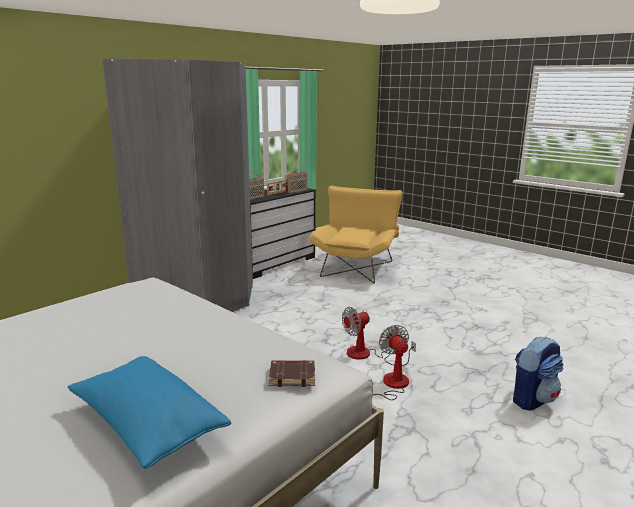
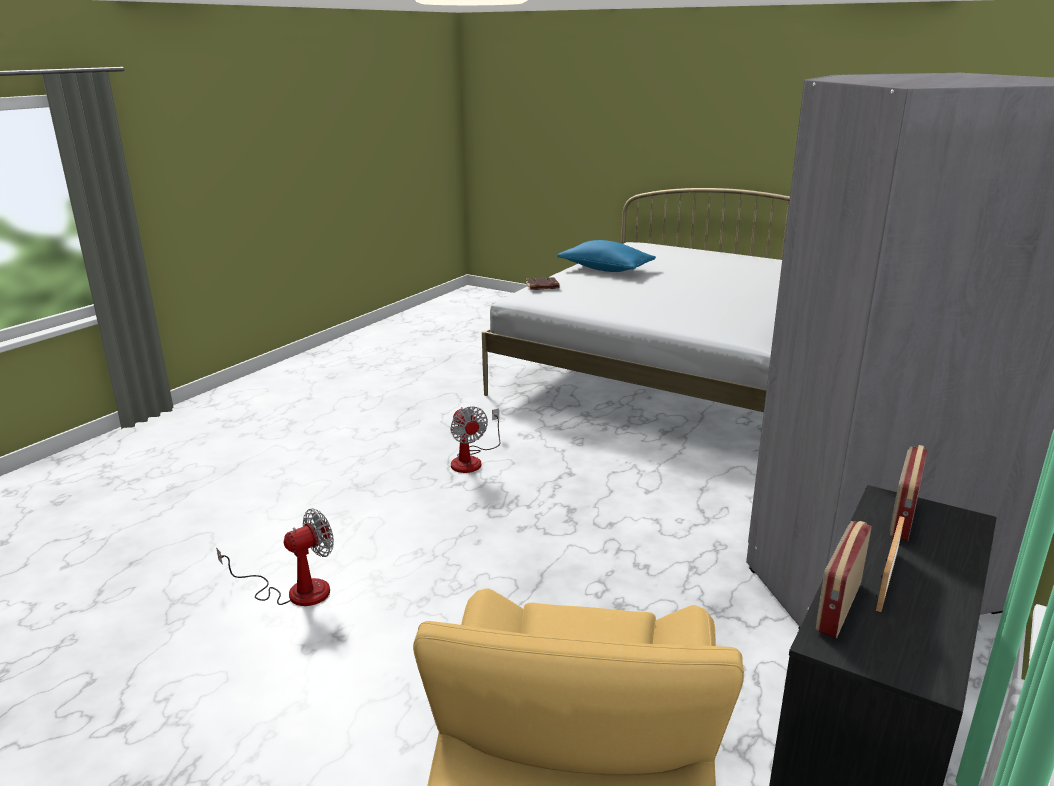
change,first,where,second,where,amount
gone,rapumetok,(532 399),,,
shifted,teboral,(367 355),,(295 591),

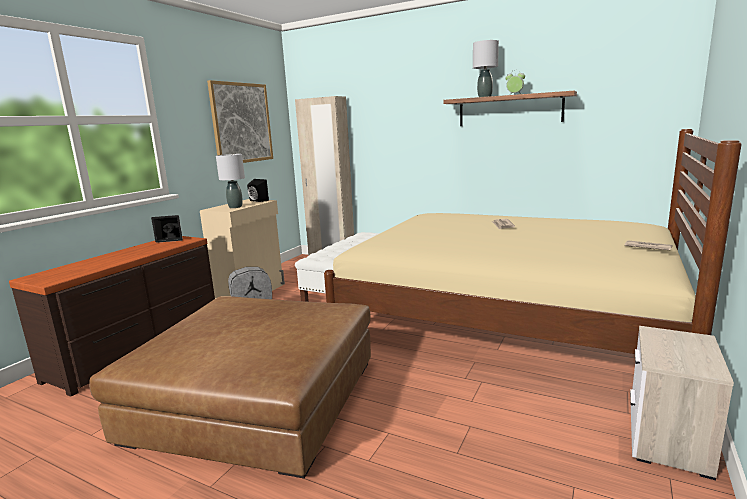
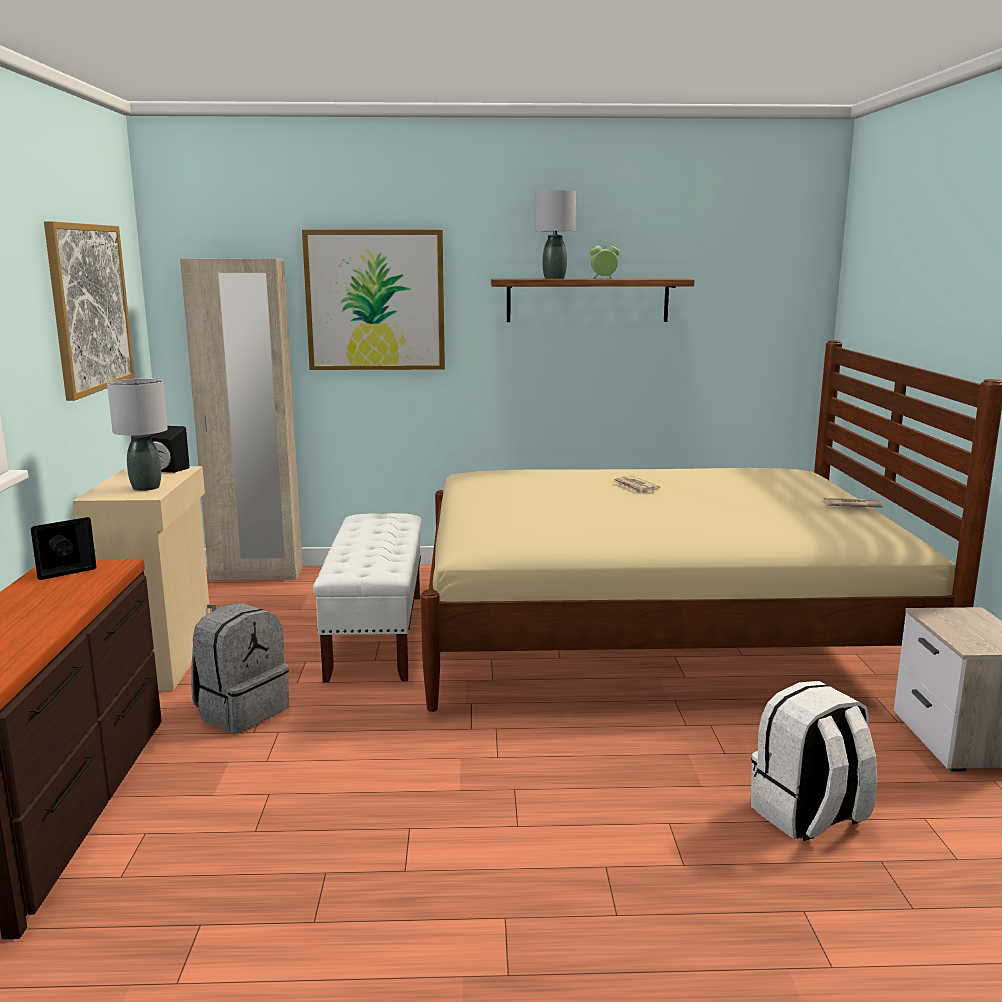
change,first,where,second,where,amount
gone,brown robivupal,(256 400),,,
new,,,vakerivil,(375 300),
new,,,white rapumetok,(808 816),

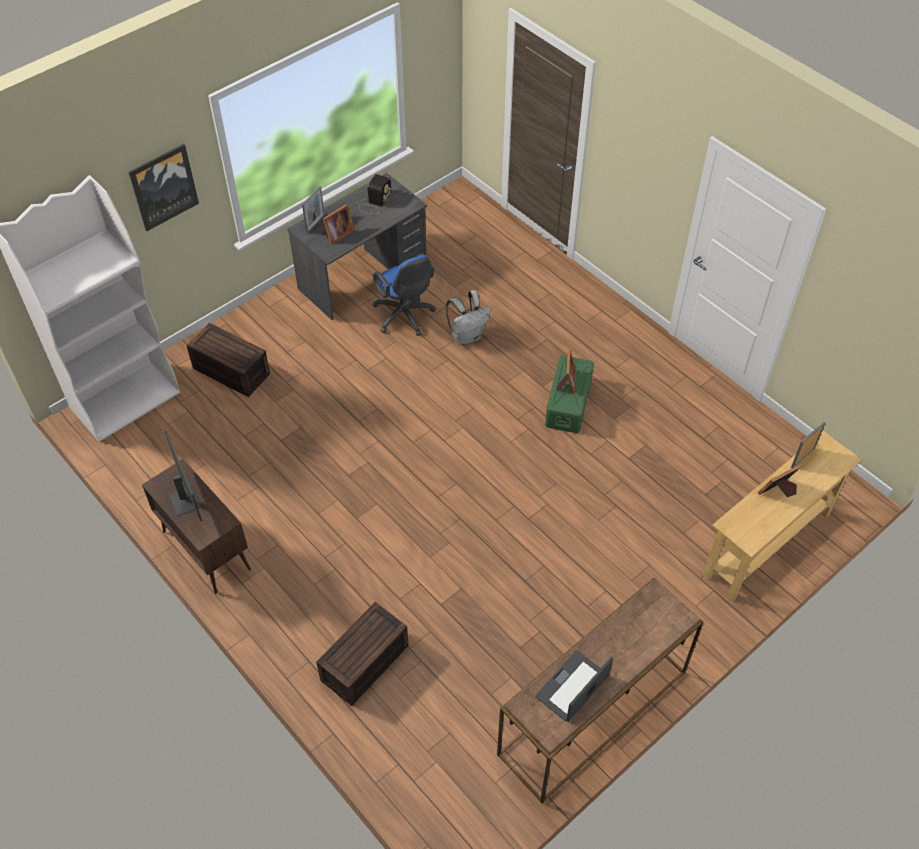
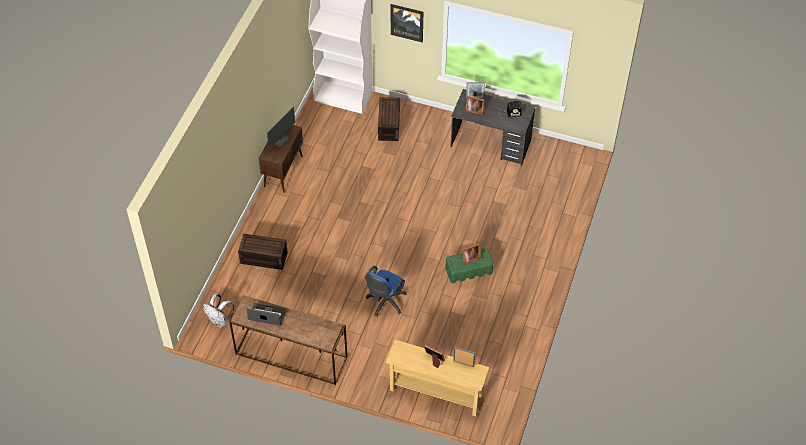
change,first,where,second,where,amount
shifted,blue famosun,(405 317),,(385 302),
shifted,white rapumetok,(467 336),,(220 320),

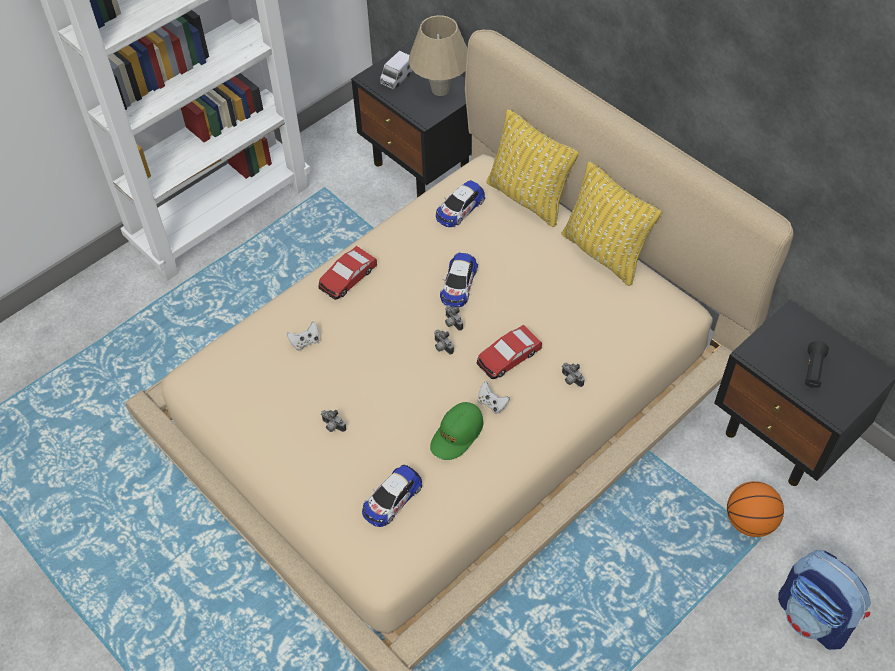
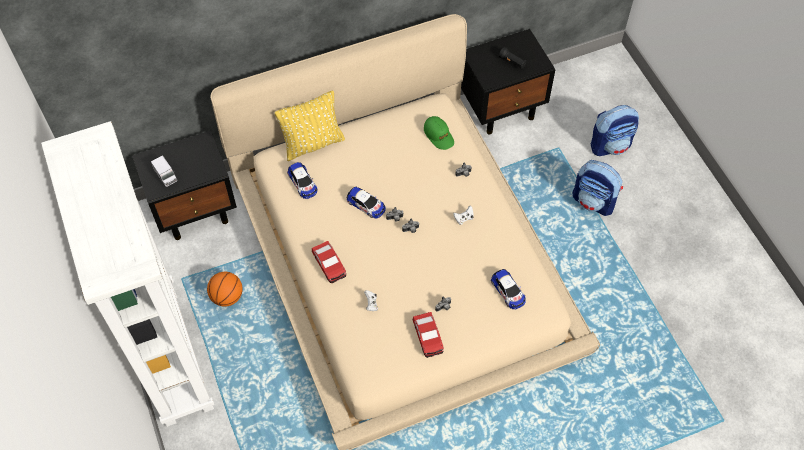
change,first,where,second,where,amount
gone,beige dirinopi,(440 90),,,
gone,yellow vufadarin,(604 253),,,
new,,,rapumetok,(594 201),
shifted,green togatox,(457 434),,(439 135),
shifted,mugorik,(508 357),,(428 337),
shifted,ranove,(749 521),,(227 297),

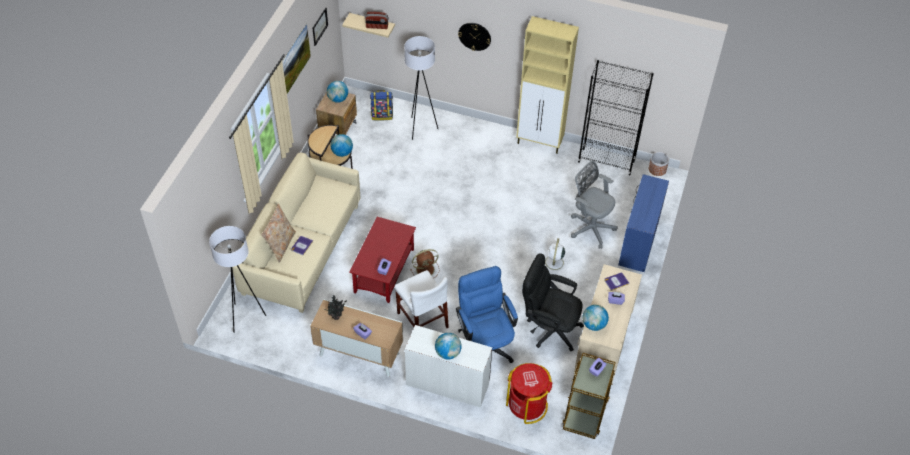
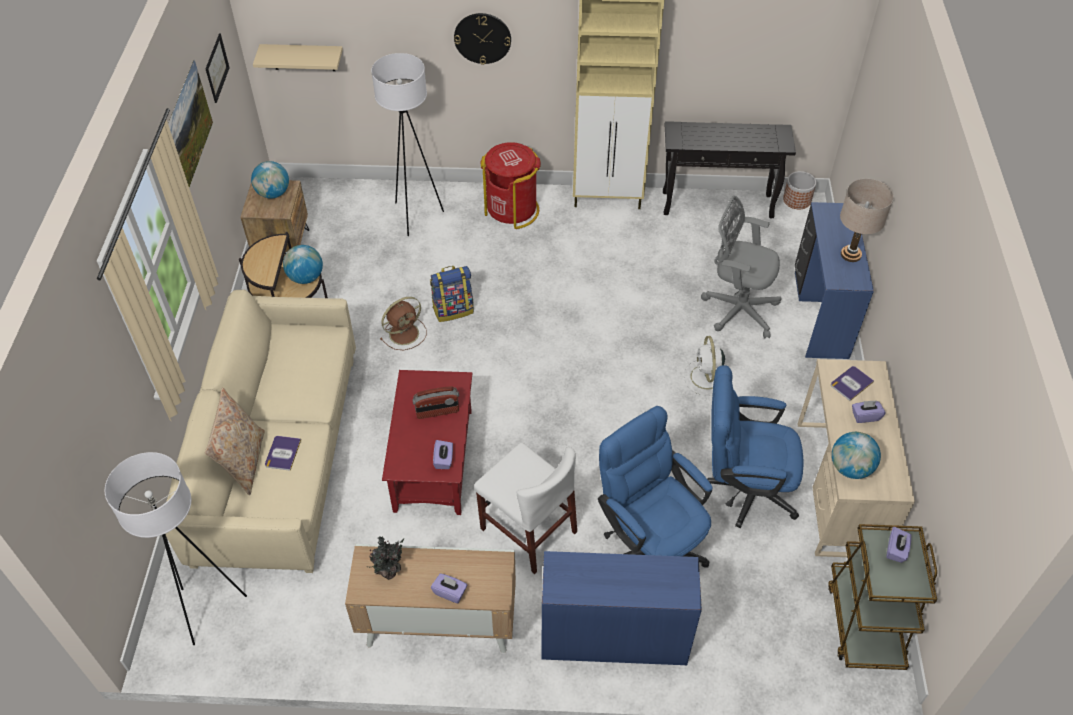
change,first,where,second,where,amount
gone,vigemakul,(448 353),,,
new,,,beige dirinopi,(851 254),
shifted,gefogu,(377 27),,(437 411),
shifted,rapumetok,(382 115),,(453 310),
shifted,brown teboral,(426 269),,(405 333),
shifted,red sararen,(527 405),,(512 210),
swapped,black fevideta,(606 161),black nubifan,(718 204),
repainted,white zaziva,(447 383),blue zaziva,(613 636),
repainted,black famosun,(549 328),blue famosun,(742 488),

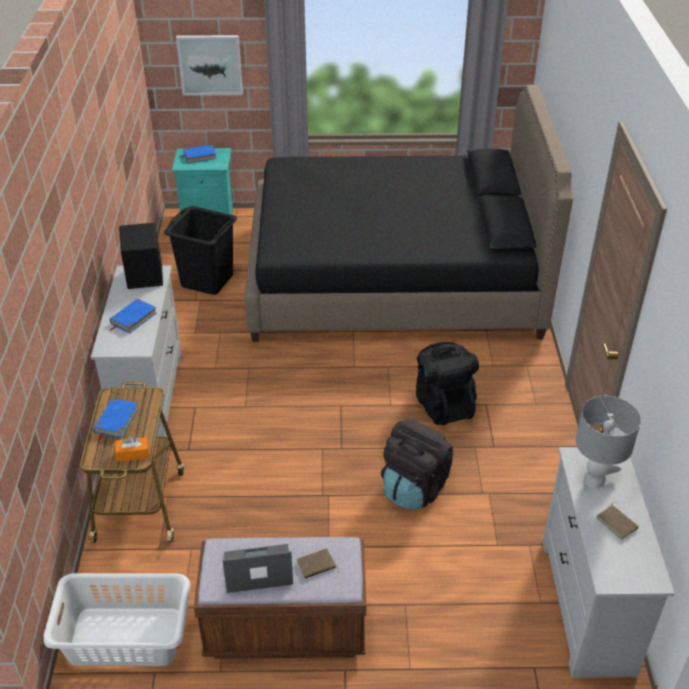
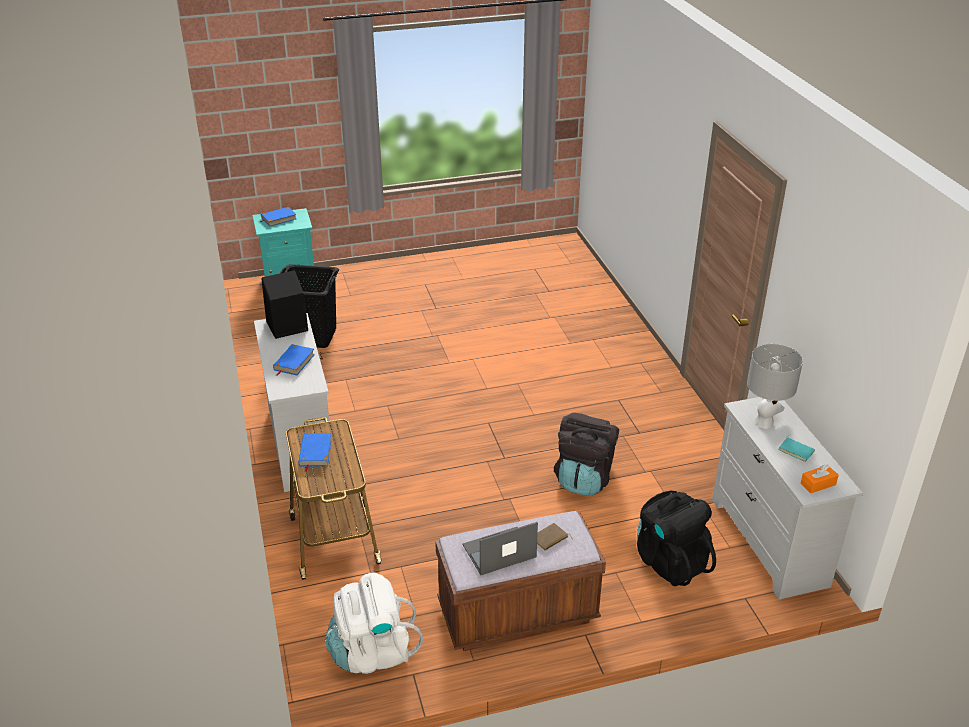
change,first,where,second,where,amount
gone,vakerivil,(210 64),,,
gone,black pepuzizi,(393 278),,,
shifted,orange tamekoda,(133 454),,(818 484),
shifted,black rapumetok,(443 404),,(670 561),
swapped,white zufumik,(126 637),white rapumetok,(372 652),
repainted,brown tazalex,(617 523),turquoise tazalex,(796 450),

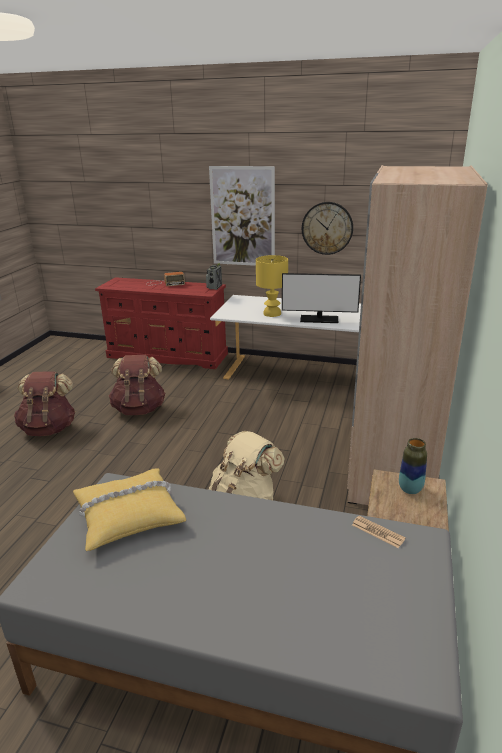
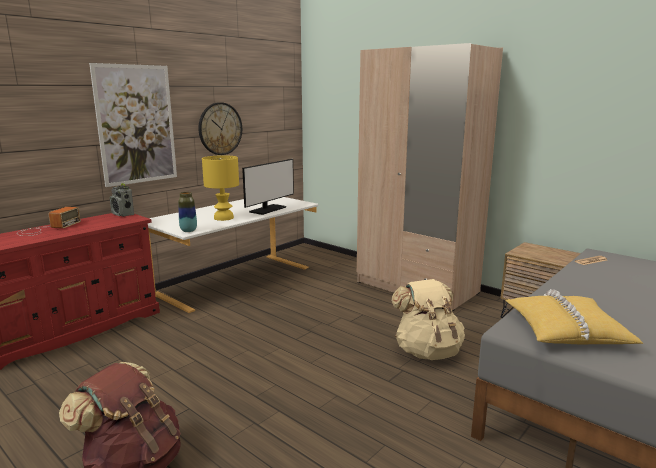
change,first,where,second,where,amount
gone,brown rapumetok,(139 409),,,
shifted,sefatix,(410 489),,(188 231),

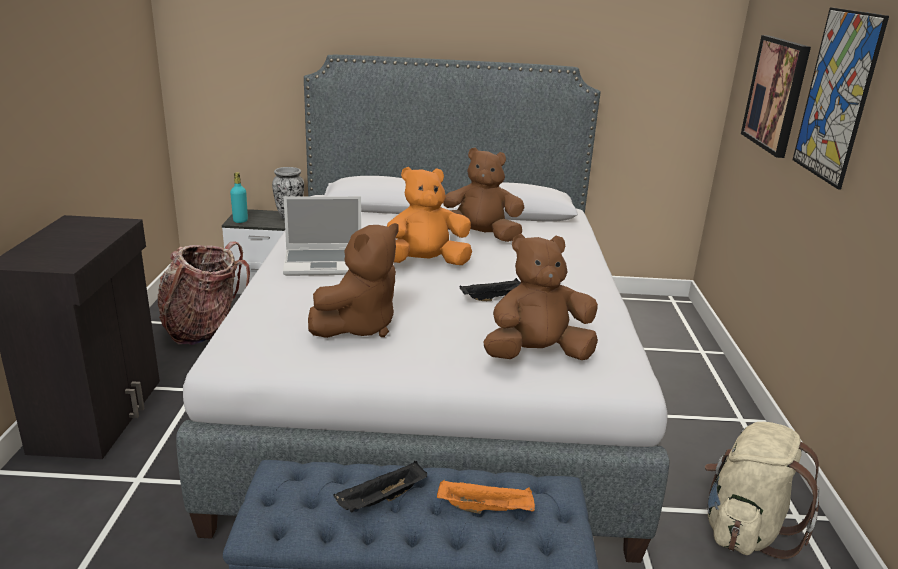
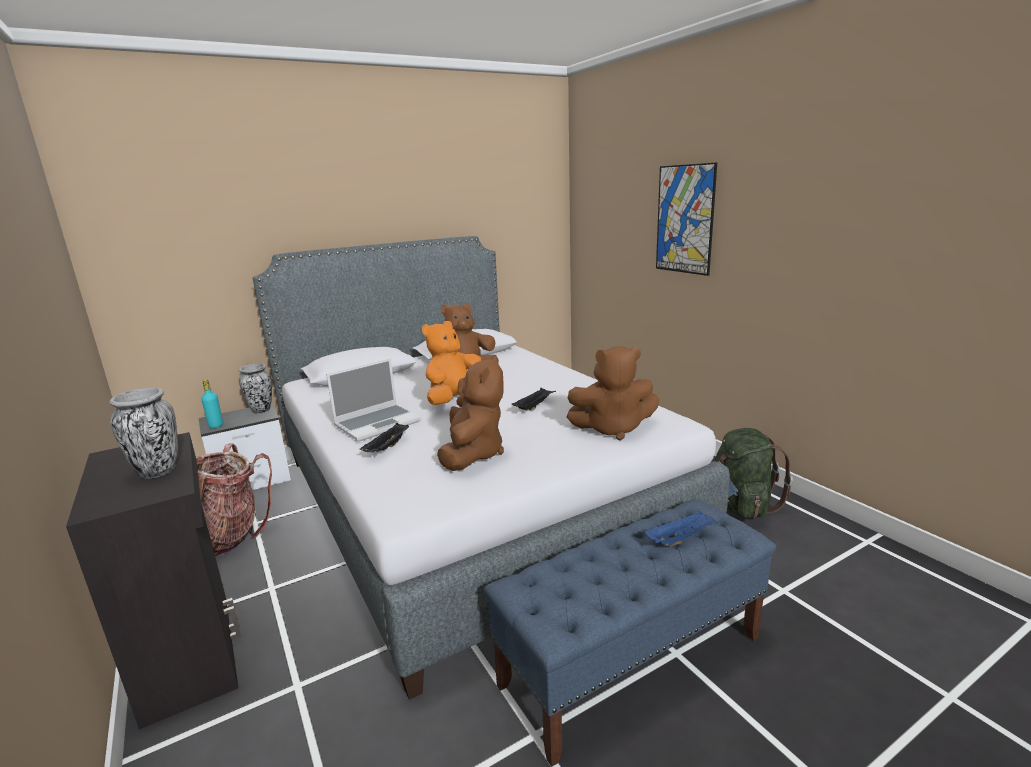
change,first,where,second,where,amount
gone,vakerivil,(776 94),,,
new,,,sefatix,(157 471),
shifted,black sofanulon,(381 500),,(387 448),
repainted,orange sofanulon,(486 509),blue sofanulon,(680 538),
repainted,beige rapumetok,(744 530),green rapumetok,(741 506),
rotated,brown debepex,(537 355),,(612 429),135 degrees counterclockwise

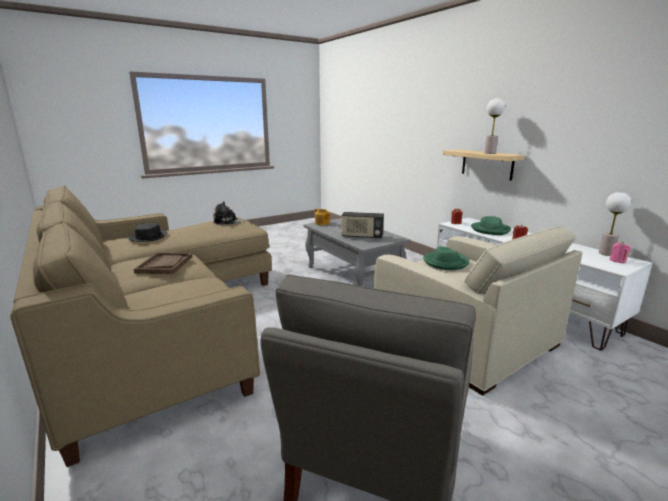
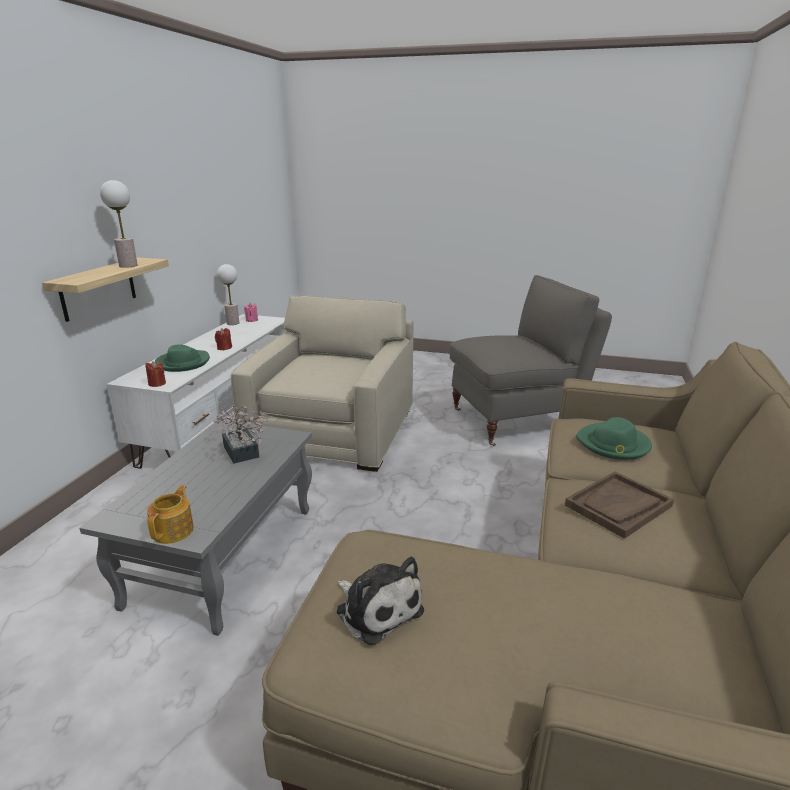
change,first,where,second,where,amount
gone,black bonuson,(148 236),,,
shifted,green bonuson,(445 262),,(613 444),
swapped,gefogu,(362 236),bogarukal,(242 454),

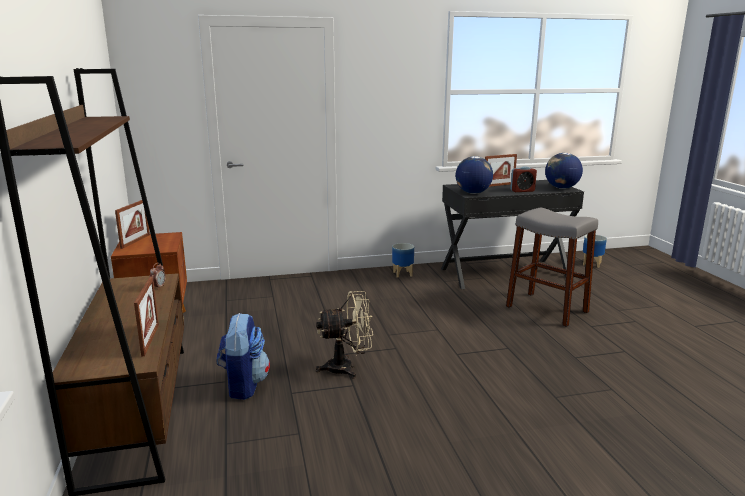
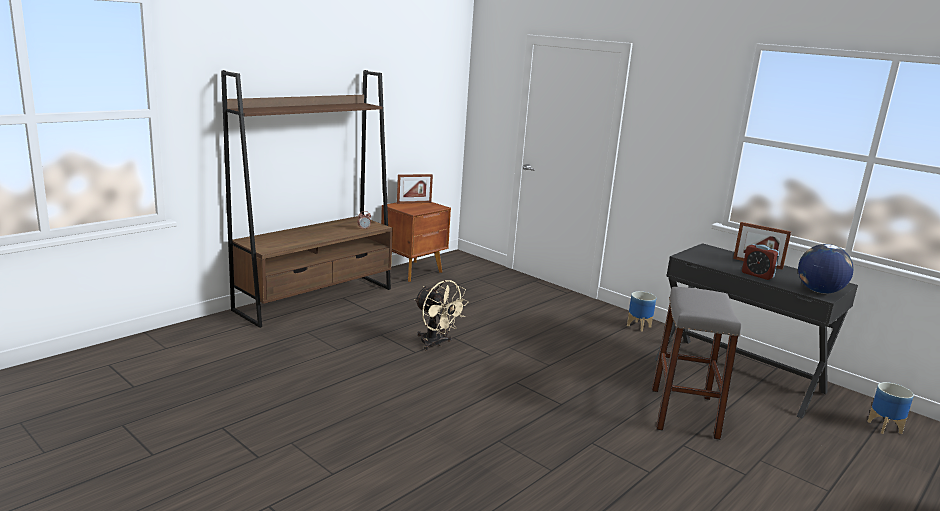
change,first,where,second,where,amount
gone,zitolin,(150 339),,,
gone,rapumetok,(243 385),,,
gone,vigemakul,(472 193),,,

